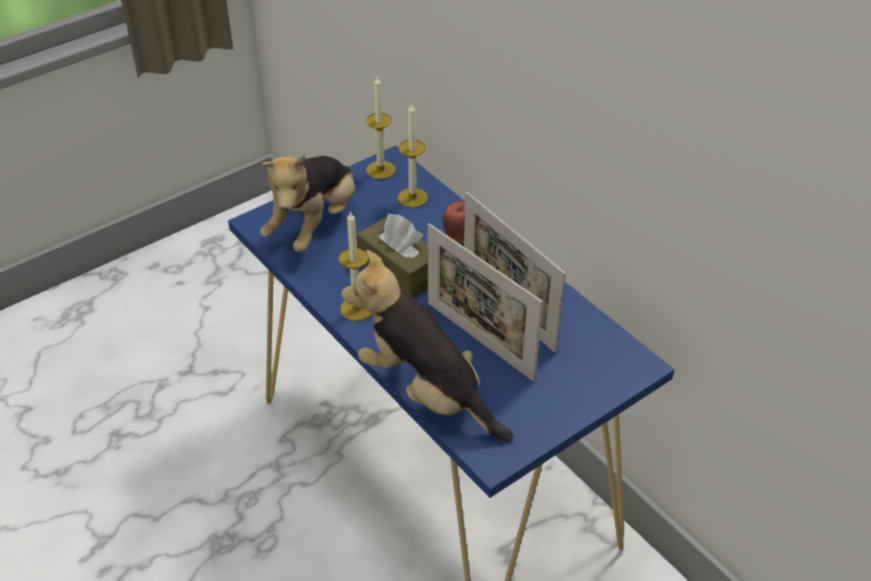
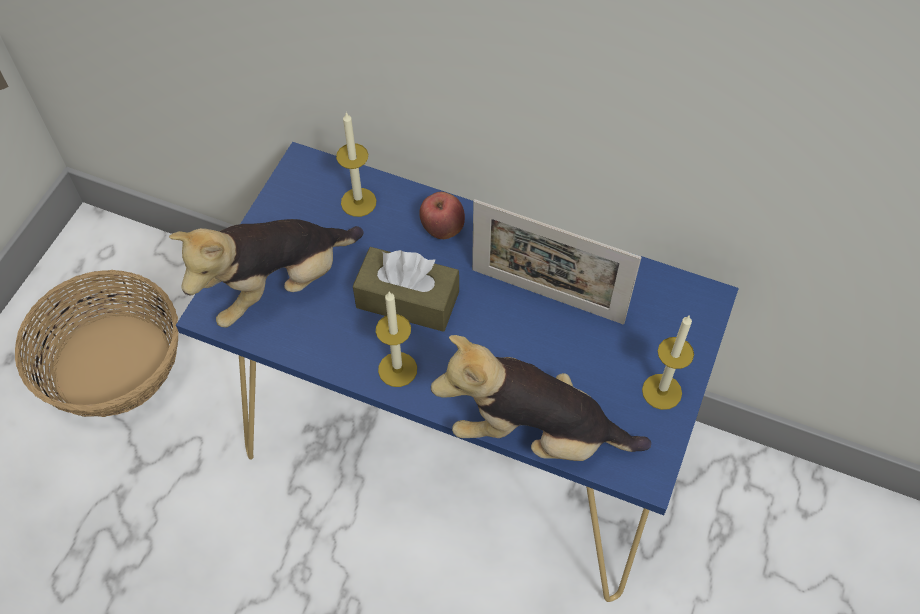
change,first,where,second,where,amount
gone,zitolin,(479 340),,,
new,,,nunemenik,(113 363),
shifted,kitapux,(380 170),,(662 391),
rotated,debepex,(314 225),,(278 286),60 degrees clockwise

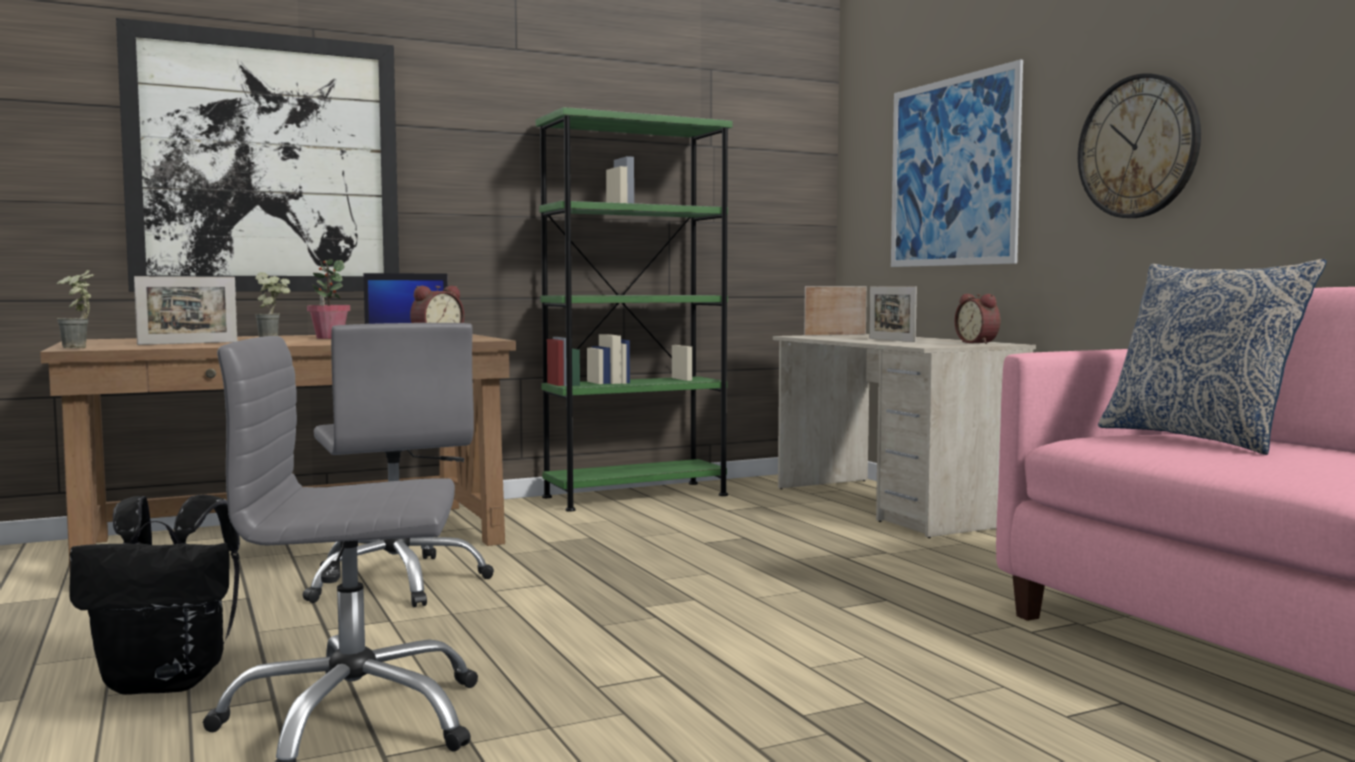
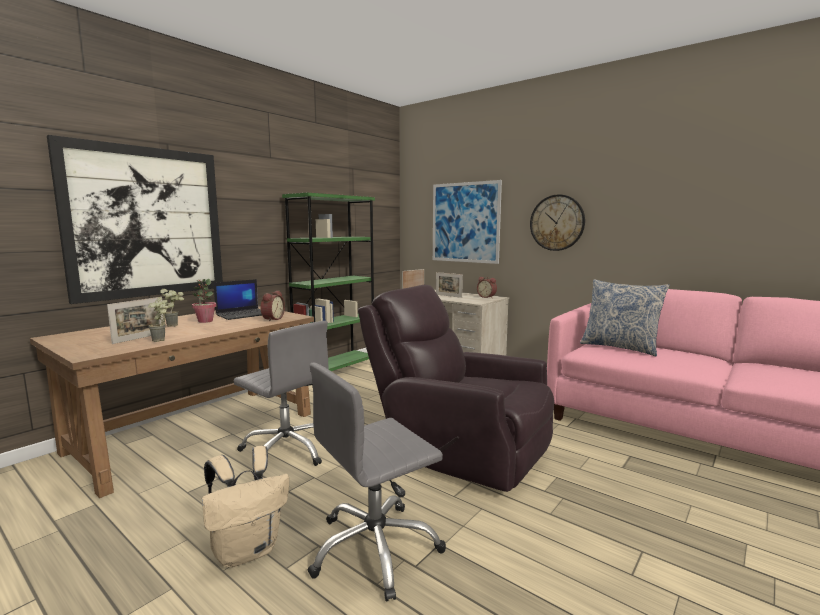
change,first,where,second,where,amount
new,,,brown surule,(457 450),
shifted,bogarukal,(79 348),,(162 340),
repainted,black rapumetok,(168 682),beige rapumetok,(247 550),

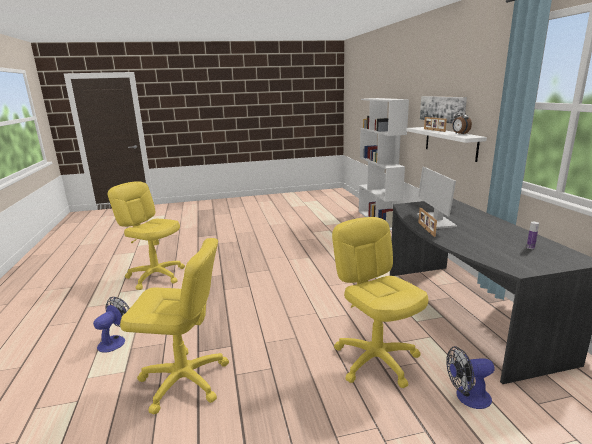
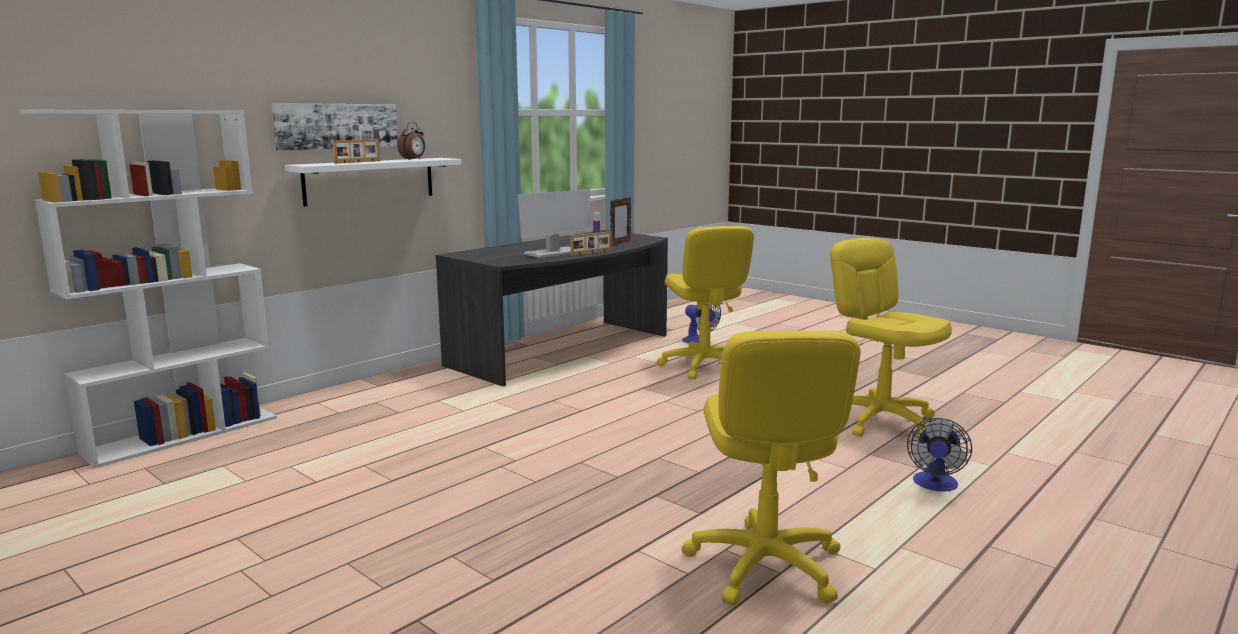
change,first,where,second,where,amount
new,,,zitolin,(620 244),
rotated,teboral,(115 341),,(935 485),60 degrees counterclockwise
rotated,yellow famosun,(376 360),,(703 366),45 degrees counterclockwise

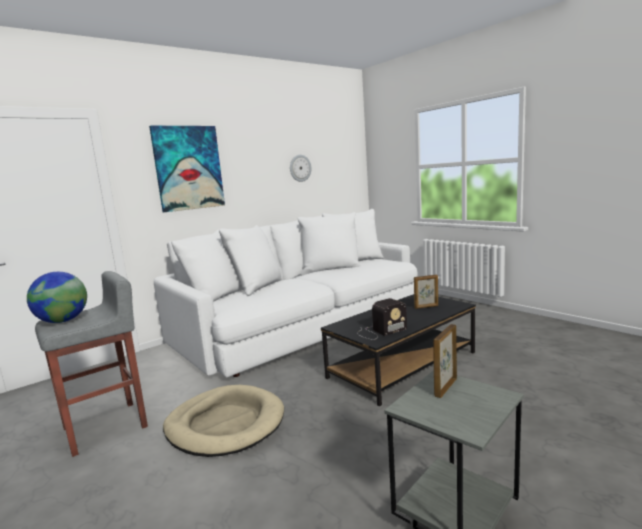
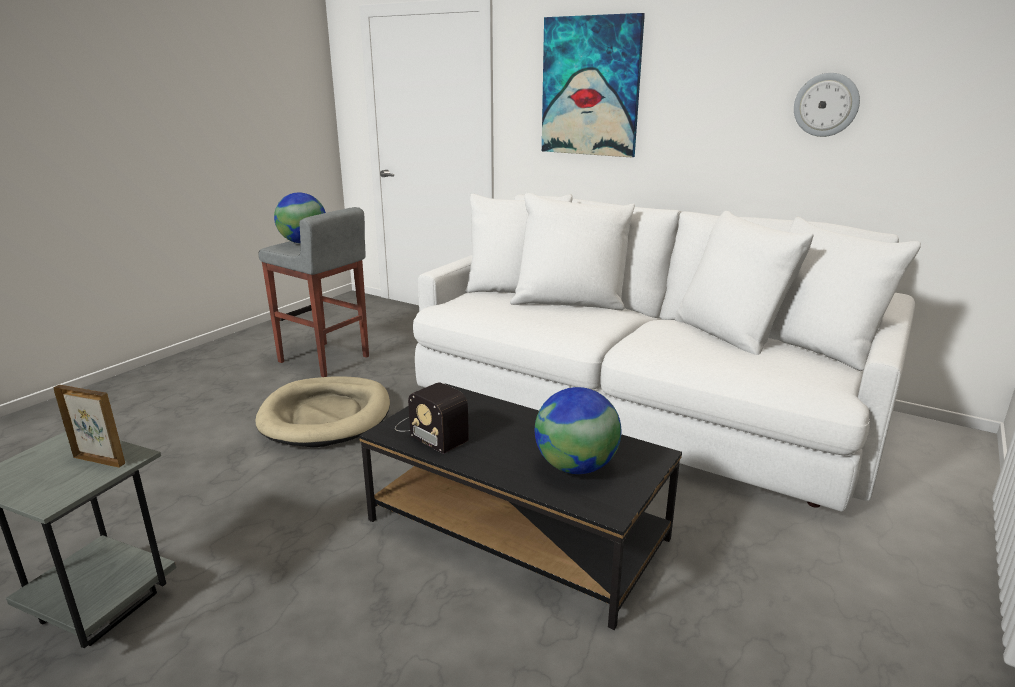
change,first,where,second,where,amount
swapped,zitolin,(426 307),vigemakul,(576 467),

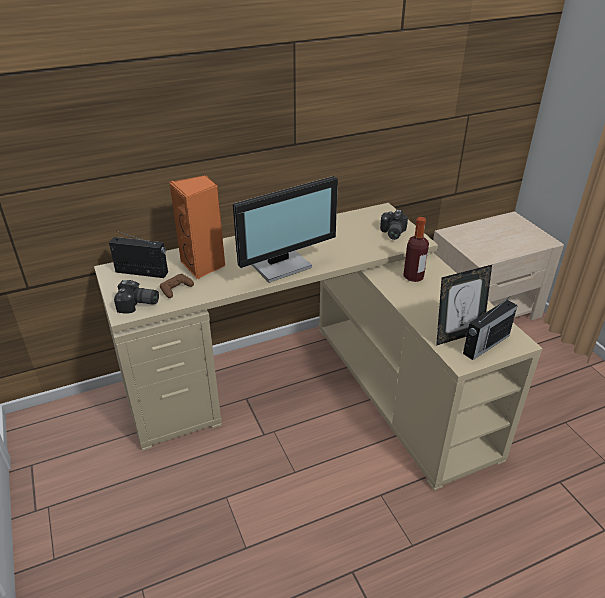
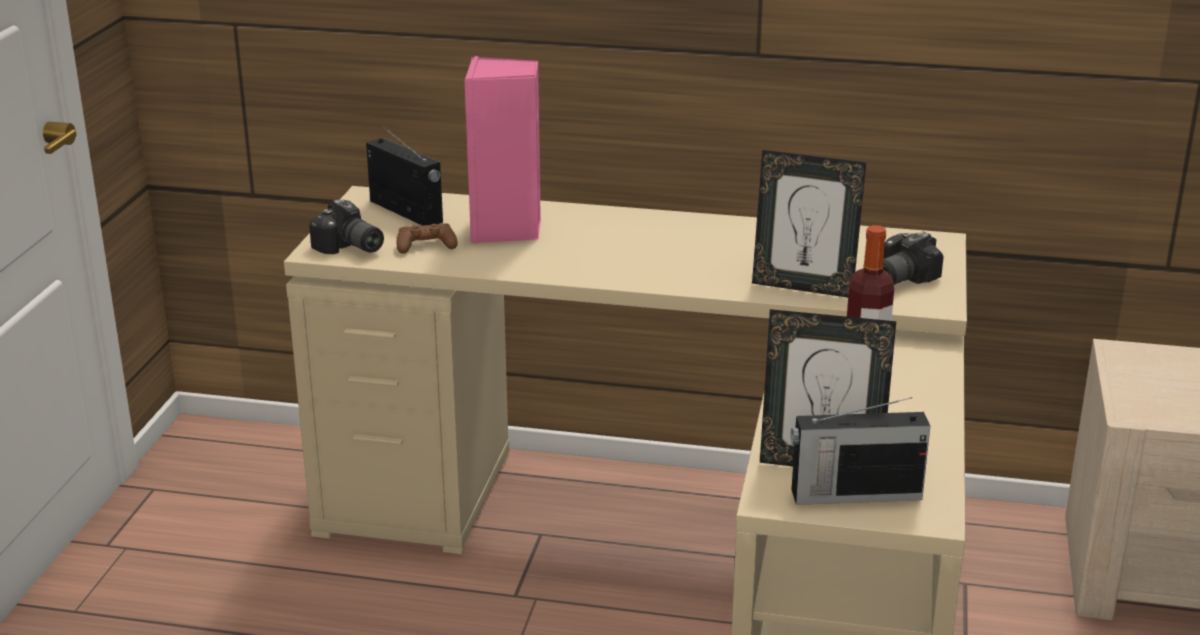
change,first,where,second,where,amount
gone,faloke,(280 264),,,
new,,,zitolin,(803 287),
repainted,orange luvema,(204 266),pink luvema,(506 230),

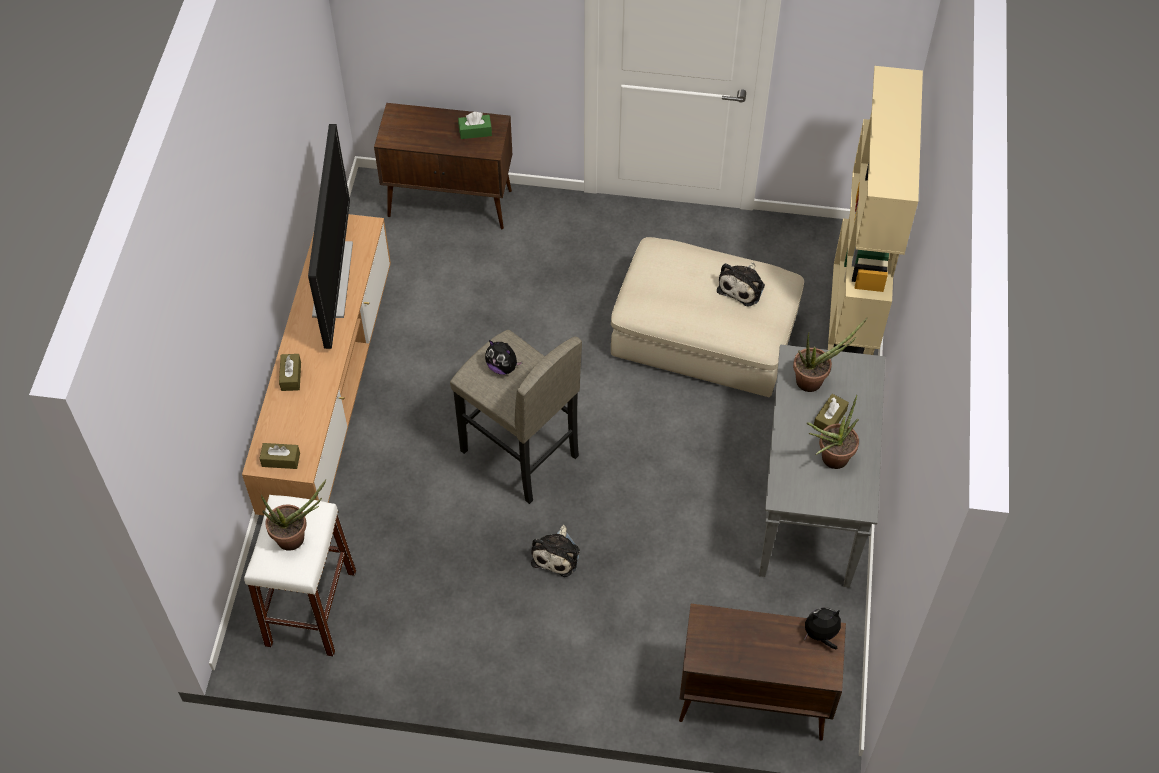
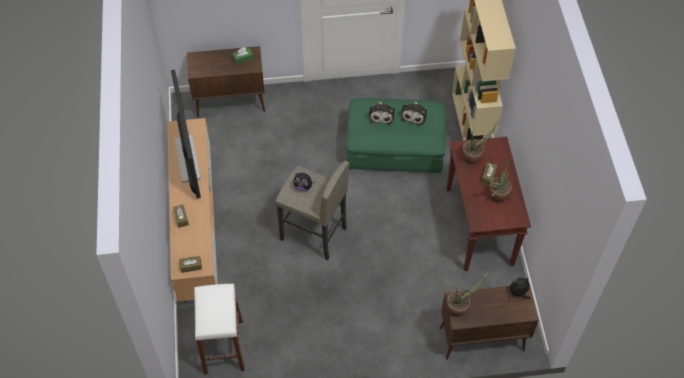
change,first,where,second,where,amount
shifted,bogarukal,(297 537),,(460 308),
shifted,debepex,(557 554),,(381 115),
repainted,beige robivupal,(705 336),green robivupal,(395 147),
repainted,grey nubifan,(810 507),brown nubifan,(480 227),

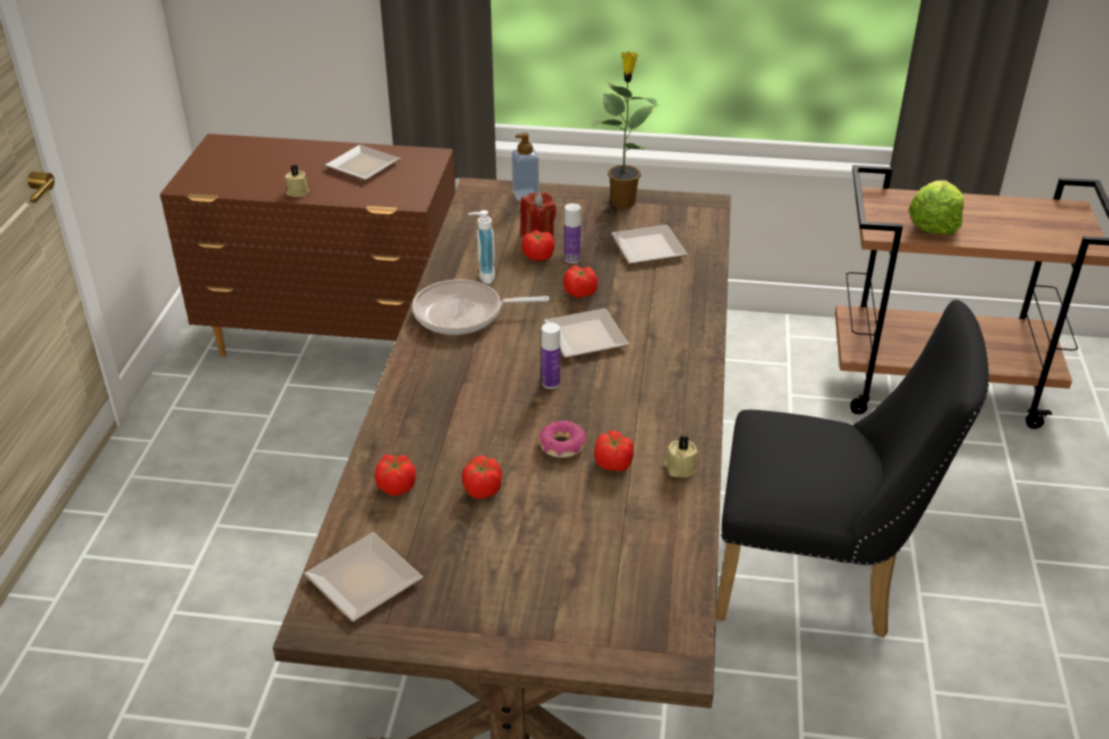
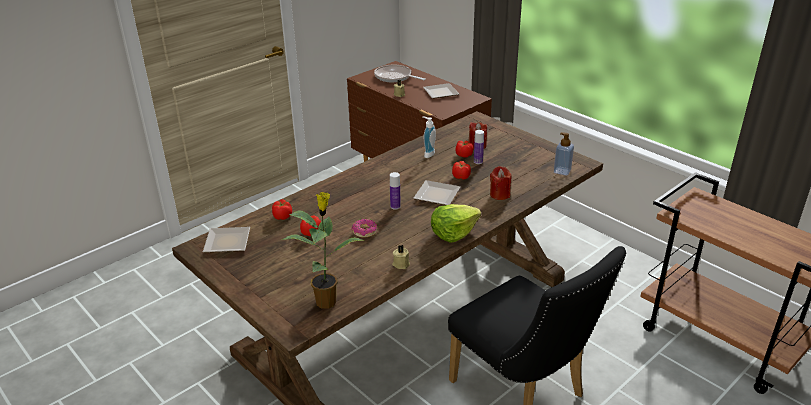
change,first,where,second,where,amount
gone,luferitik,(613 463),,,
gone,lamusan,(649 247),,,
new,,,red kitapux,(499 194),
shifted,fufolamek,(464 314),,(395 77),
shifted,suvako,(525 194),,(562 171),
shifted,bogarukal,(623 201),,(327 301),
shifted,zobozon,(933 224),,(453 233),

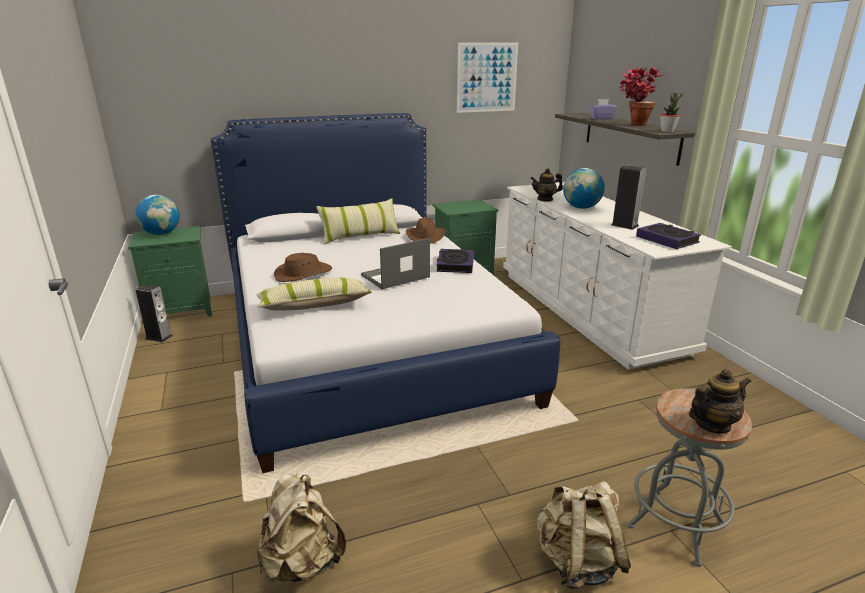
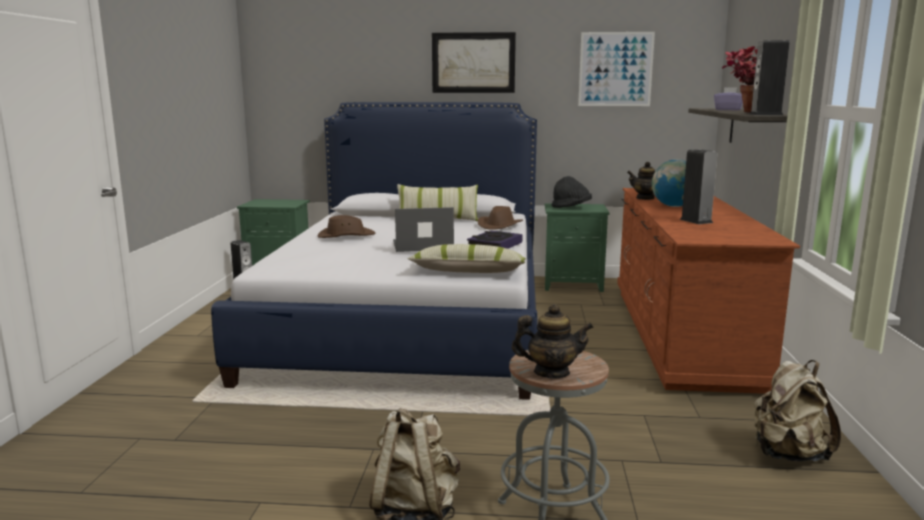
change,first,where,second,where,amount
gone,vigemakul,(162 233),,,
gone,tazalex,(667 240),,,
new,,,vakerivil,(473 63),
new,,,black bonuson,(571 208),
shifted,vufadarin,(314 305),,(468 272),
shifted,beige rapumetok,(302 562),,(787 454),
swapped,bogarukal,(667 131),luvema,(765 114),
repainted,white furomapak,(586 310),brown furomapak,(680 334),

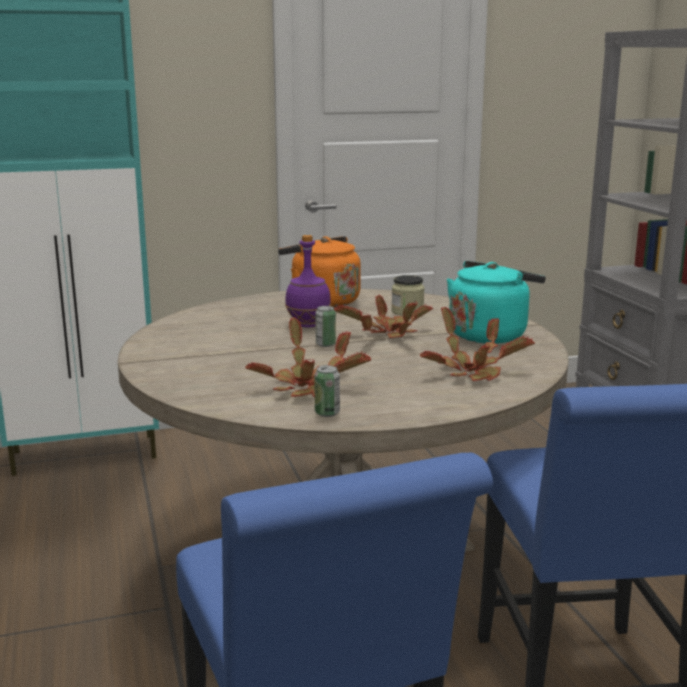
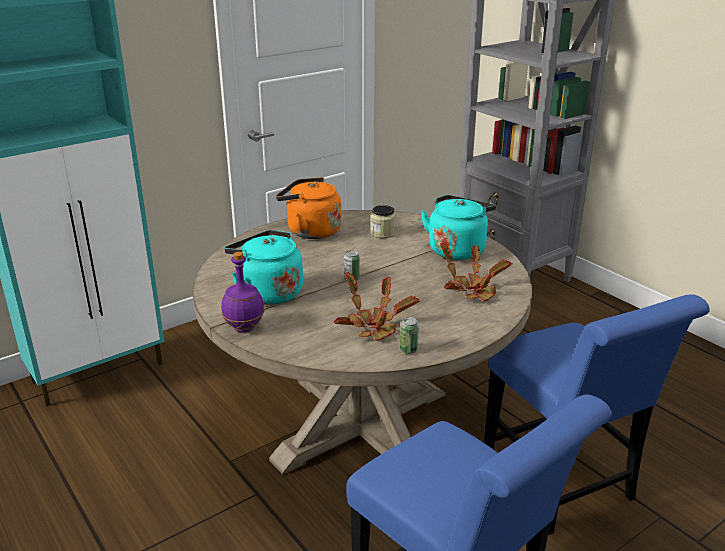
change,first,where,second,where,amount
gone,bogarukal,(387 334),,,
new,,,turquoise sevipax,(268 292),
shifted,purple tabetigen,(307 325),,(244 328),

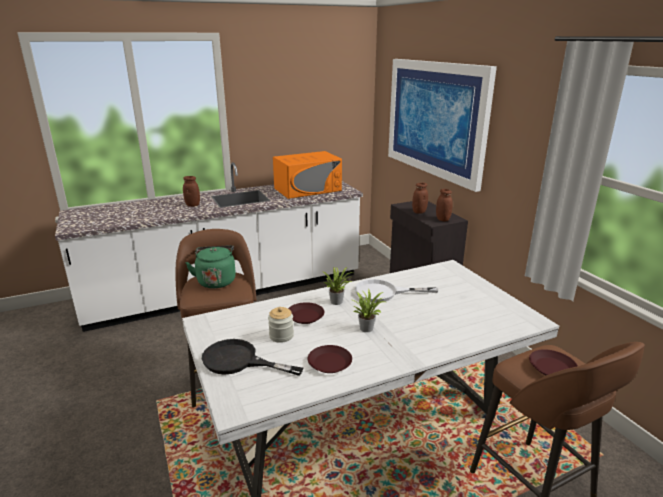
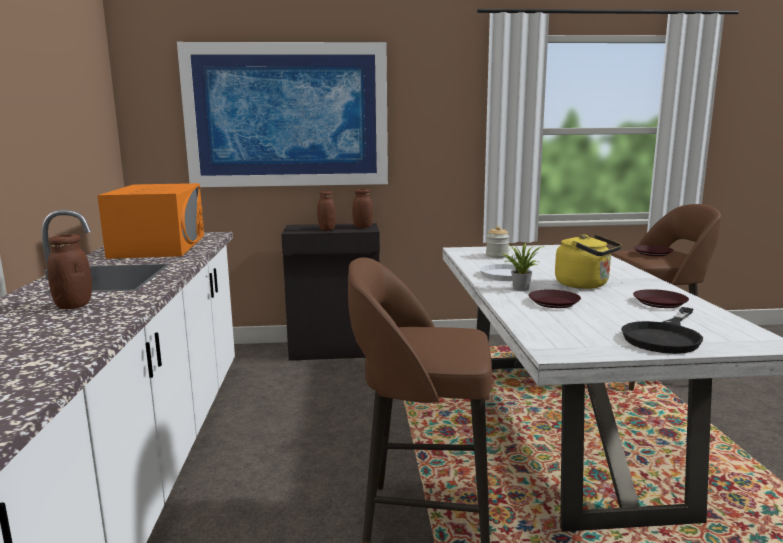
change,first,where,second,where,amount
gone,green sevipax,(216 281),,,
shifted,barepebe,(281 336),,(497 256),
swapped,bogarukal,(367 327),yellow sevipax,(585 285),

